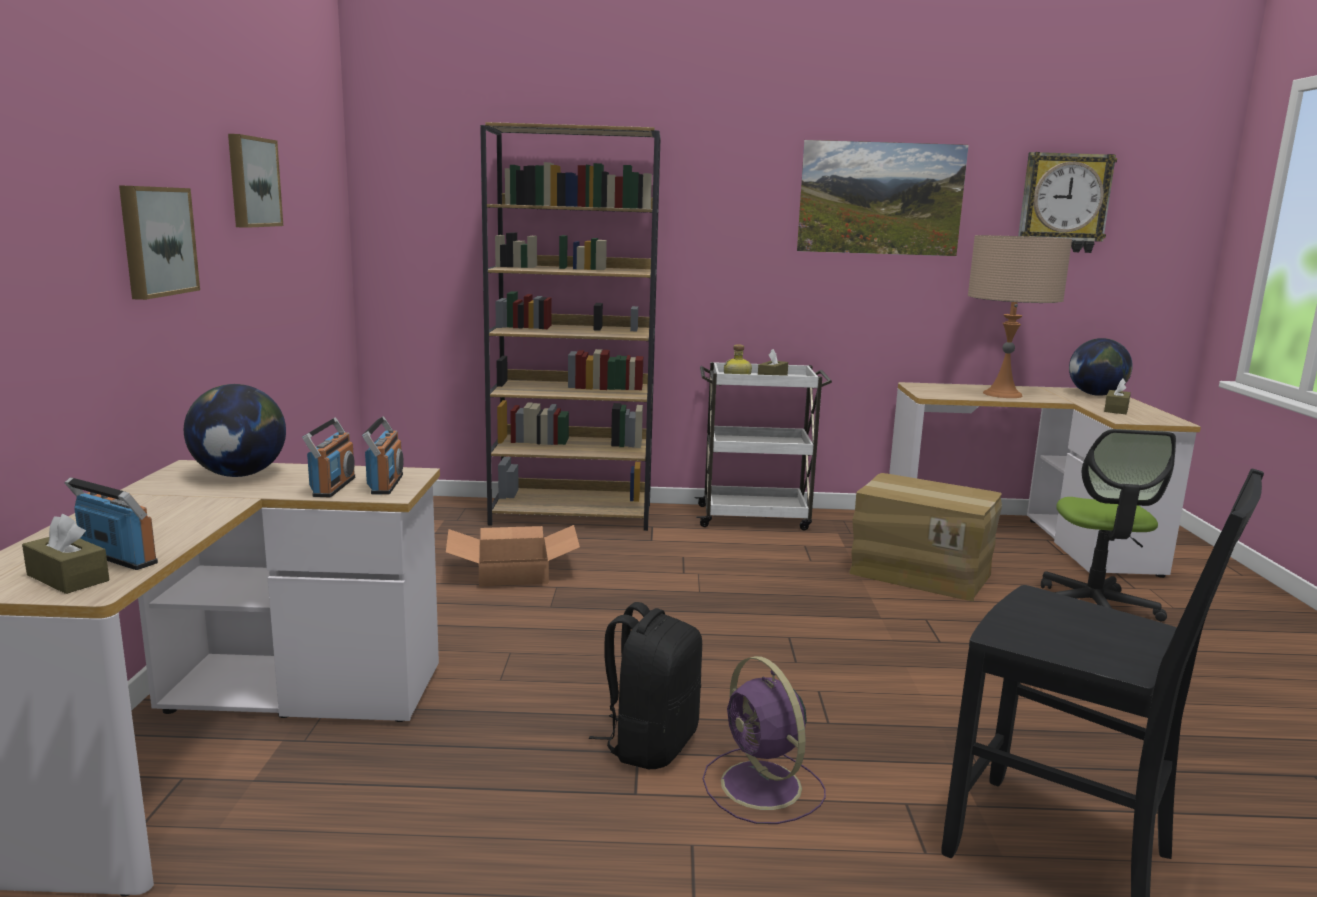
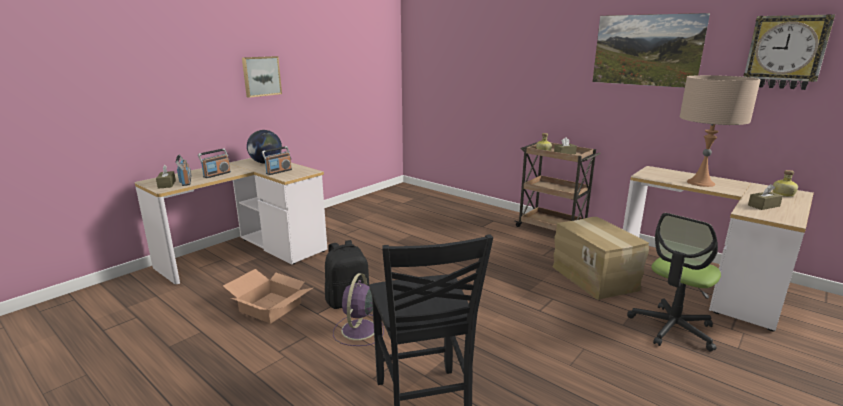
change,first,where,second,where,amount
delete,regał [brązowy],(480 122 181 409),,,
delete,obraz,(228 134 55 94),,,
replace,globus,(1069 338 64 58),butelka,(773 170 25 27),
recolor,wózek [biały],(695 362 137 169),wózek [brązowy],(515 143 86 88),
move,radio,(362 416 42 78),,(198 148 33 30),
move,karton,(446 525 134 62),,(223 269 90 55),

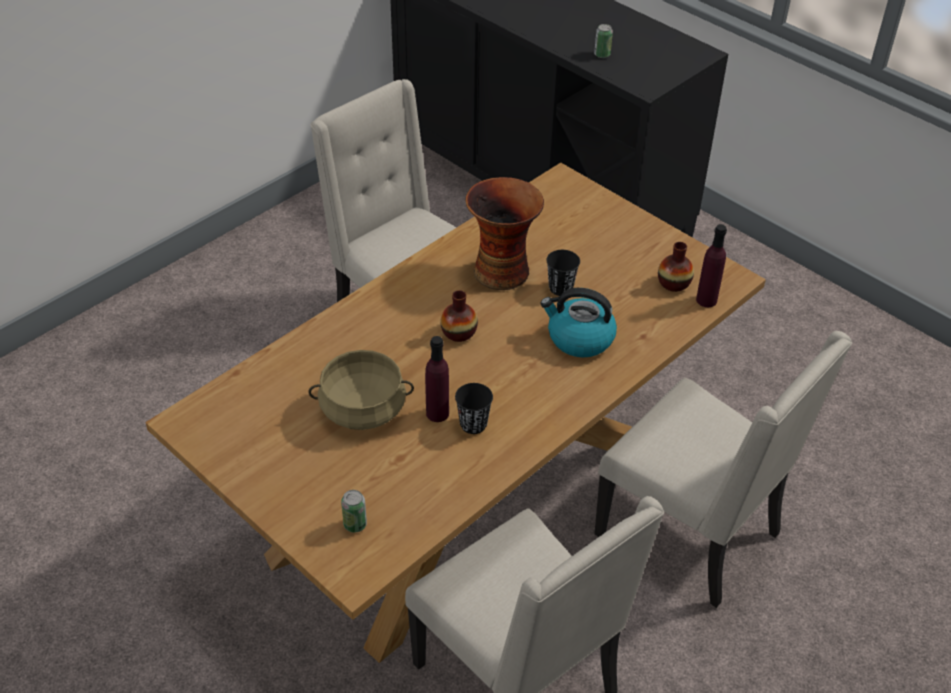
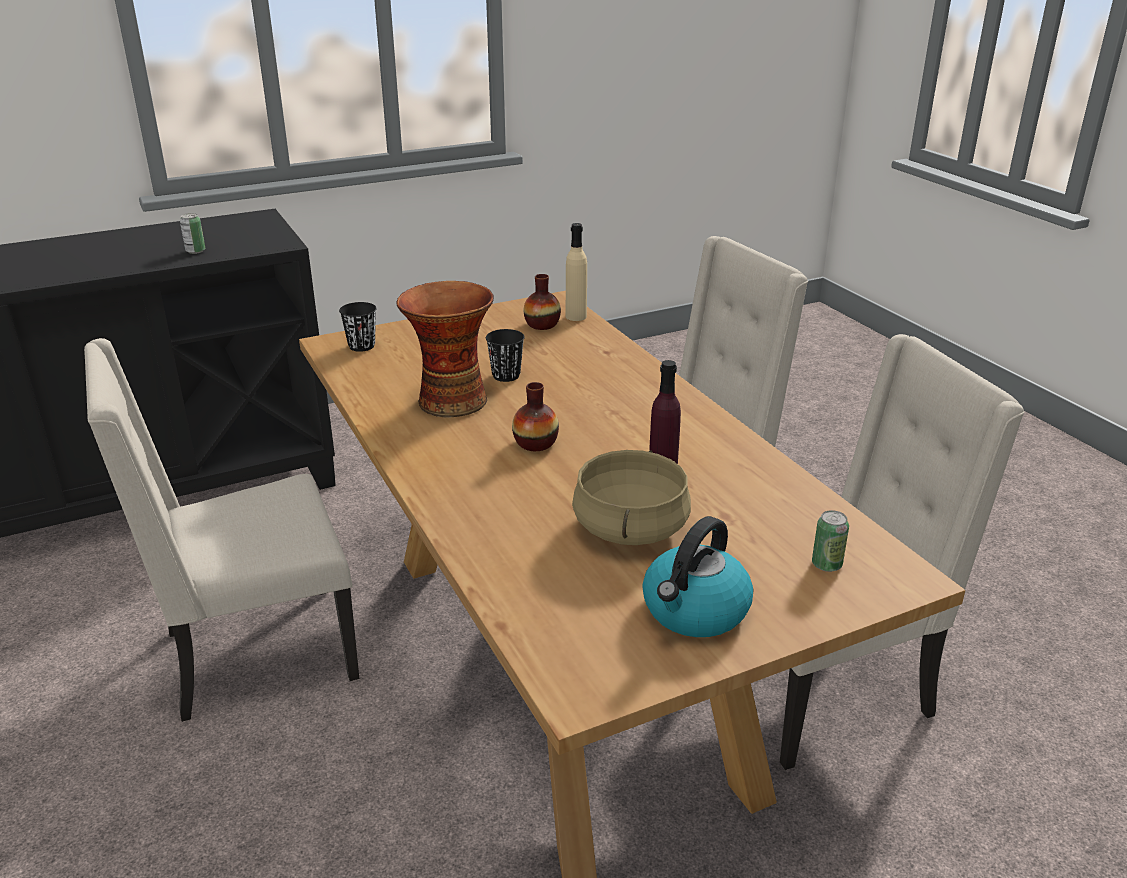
change,first,where,second,where,amount
recolor,butelka [fioletowy],(696 224 31 83),butelka [beżowy],(566 223 21 98),
move,czajnik,(540 288 77 70),,(642 516 111 121),
move,filiżanka [czarny],(455 383 38 51),,(339 302 38 50),

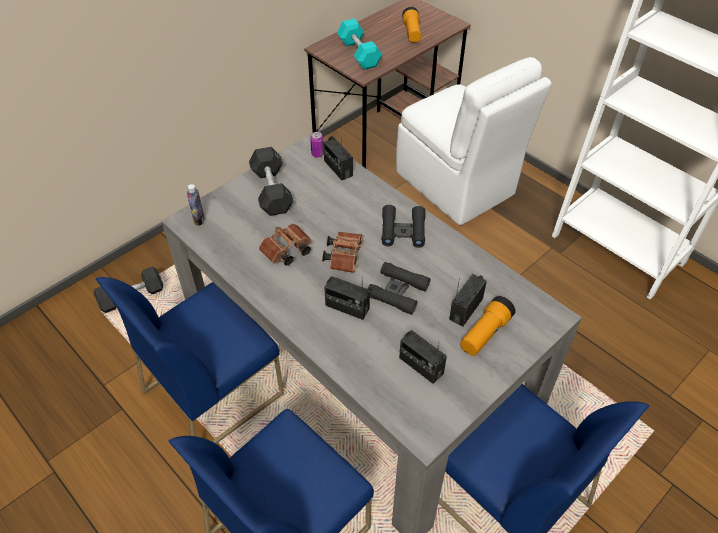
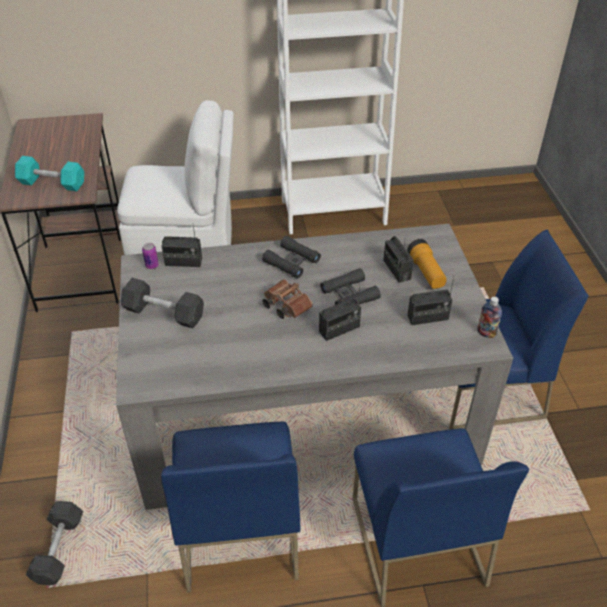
change,first,where,second,where,amount
delete,latarka,(402 7 19 35),,,
move,butelka,(187 184 18 42),,(477 297 25 41),
delete,lornetka [brązowy],(259 224 53 42),,,

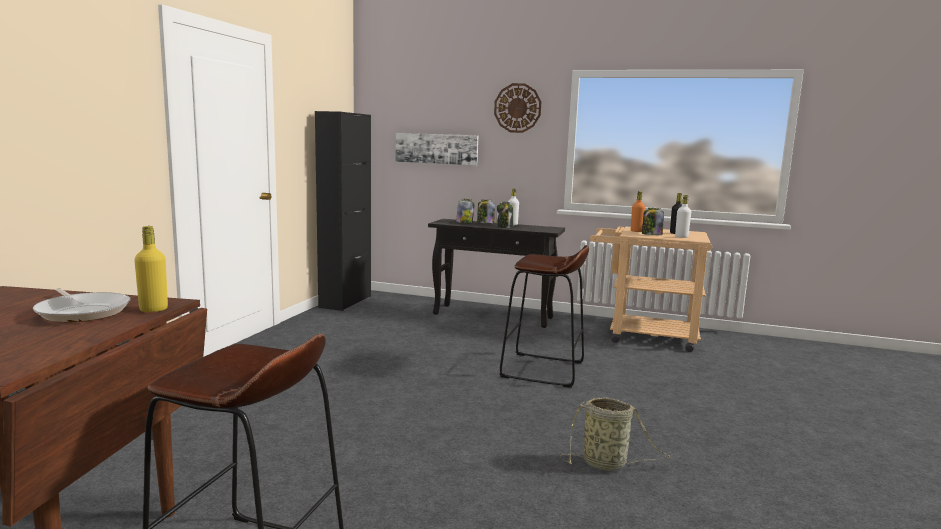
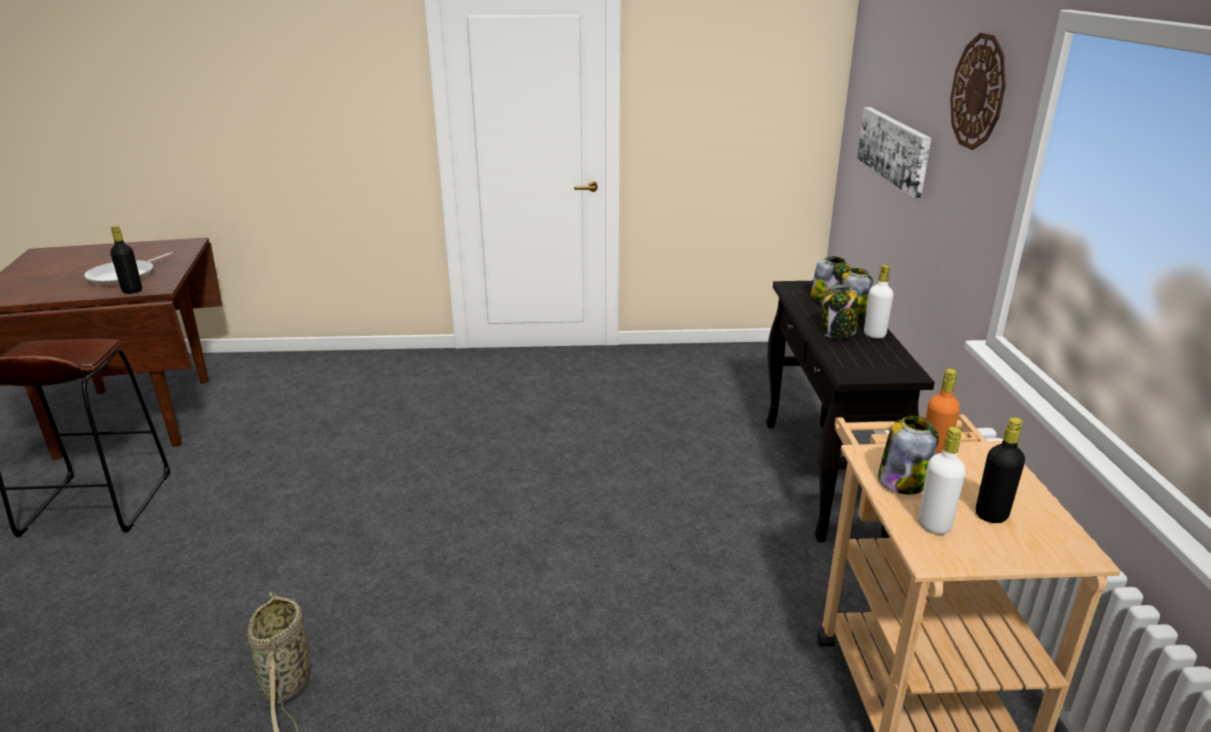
change,first,where,second,where,amount
delete,szafka [czarny],(315 111 56 200),,,
recolor,butelka [żółty],(134 226 34 86),butelka [czarny],(110 226 32 68),
delete,stołek [brązowy],(499 245 90 143),,,

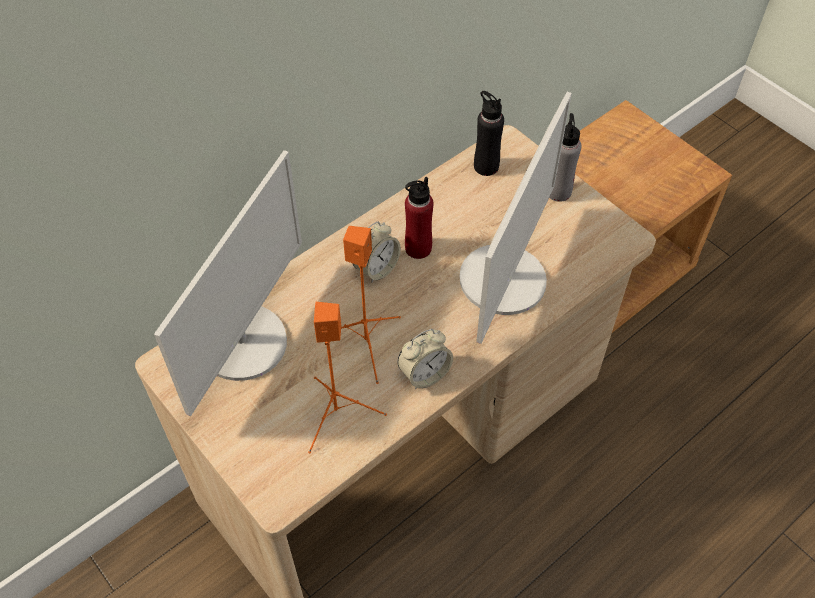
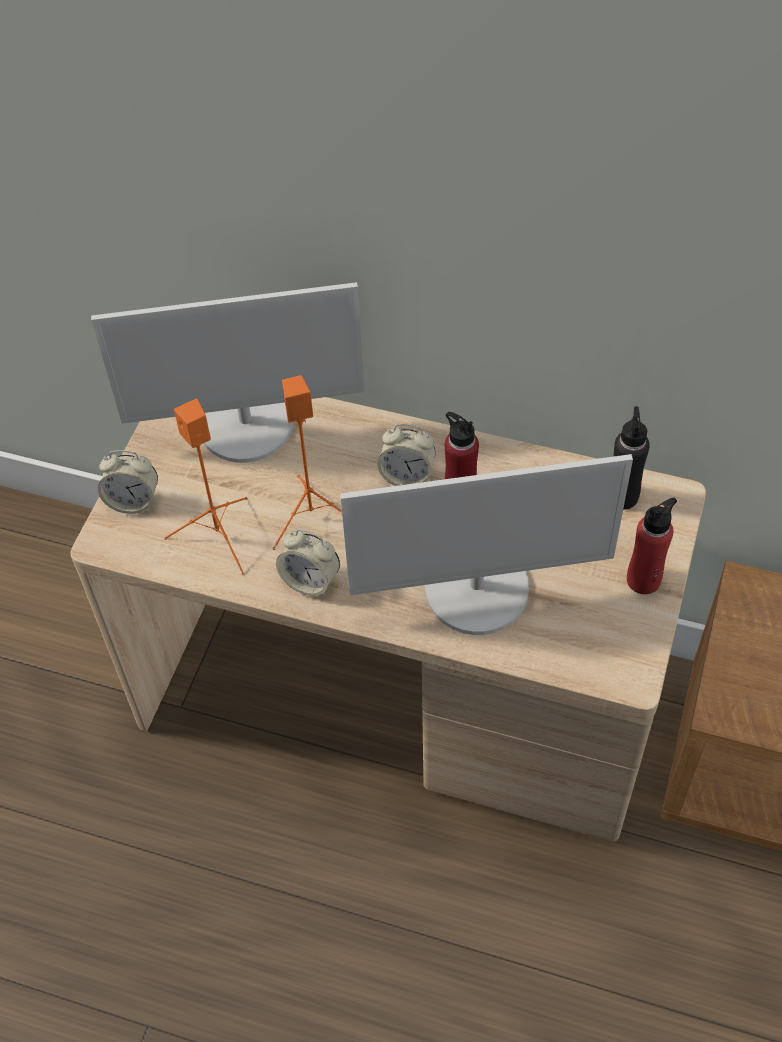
change,first,where,second,where,amount
recolor,butelka [szary],(549 113 33 89),butelka [czerwony],(627 498 50 96),
insert,,,budzik,(98 450 60 64),

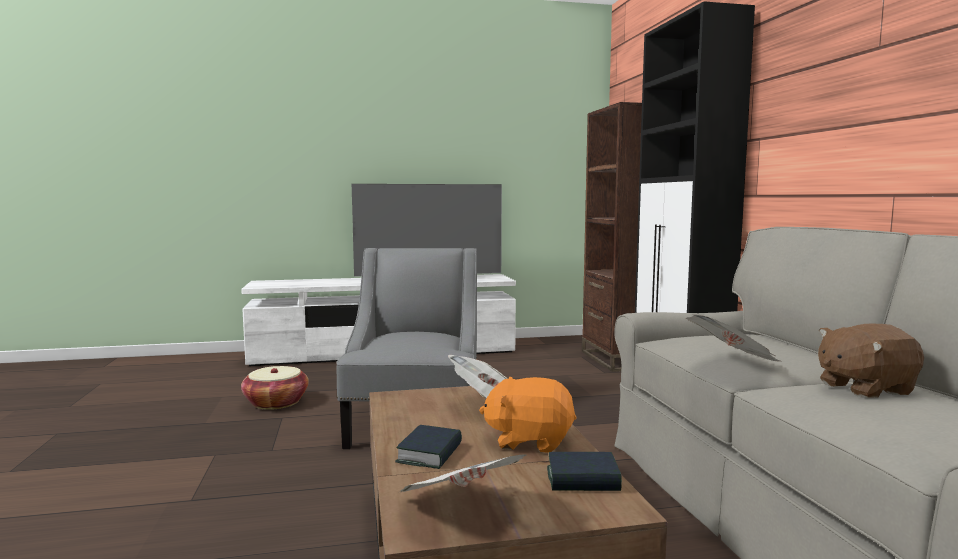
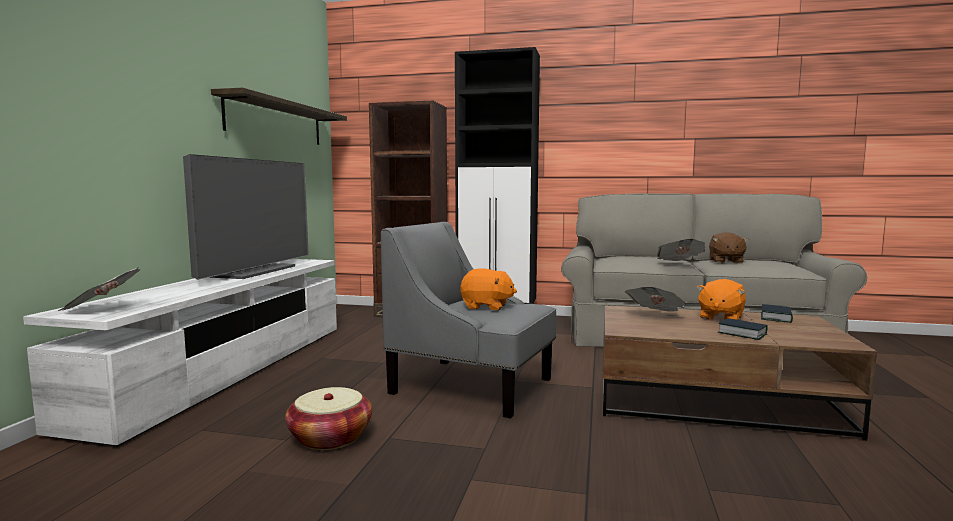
change,first,where,second,where,amount
move,gazeta,(399 454 127 38),,(58 267 83 44),
insert,,,półka,(211 88 136 57),
insert,,,pluszak [pomarańczowy],(460 269 57 41),

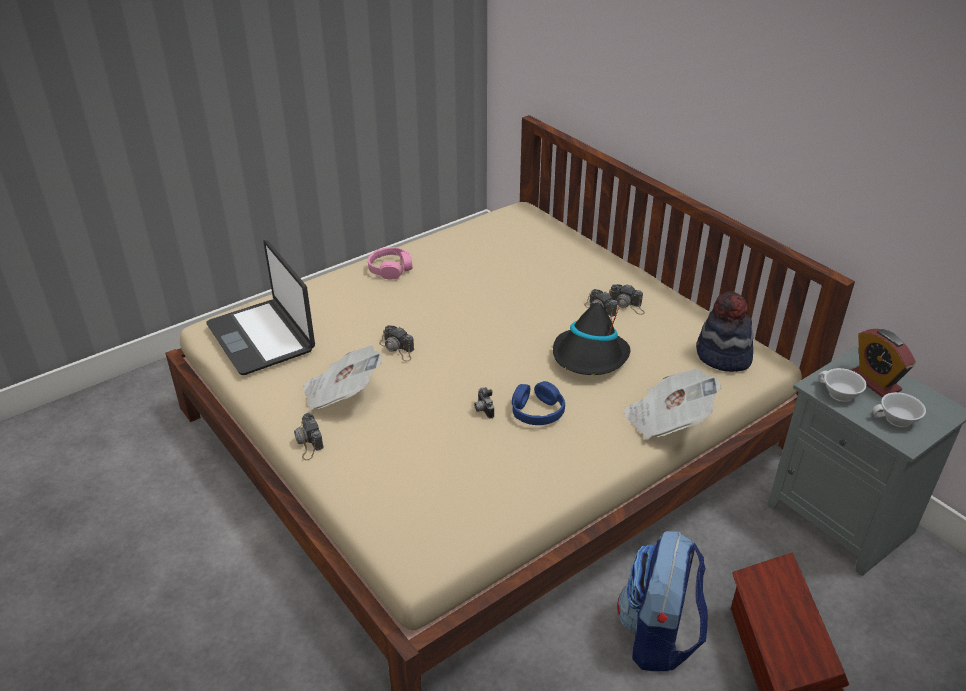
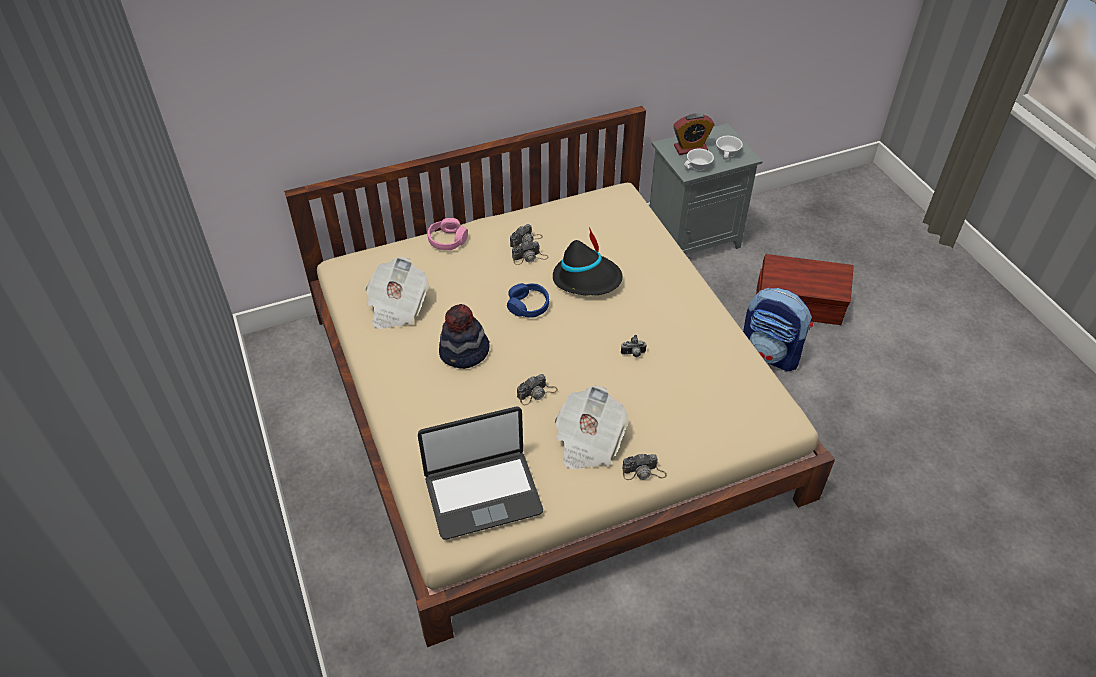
change,first,where,second,where,amount
move,słuchawki [różowy],(368 247 44 33),,(427 218 41 32),
move,kapelusz,(696 291 57 81),,(439 304 51 65),
move,gazeta,(624 369 97 71),,(366 257 63 72),
move,słuchawki [niebieski],(512 381 53 44),,(507 283 42 35),

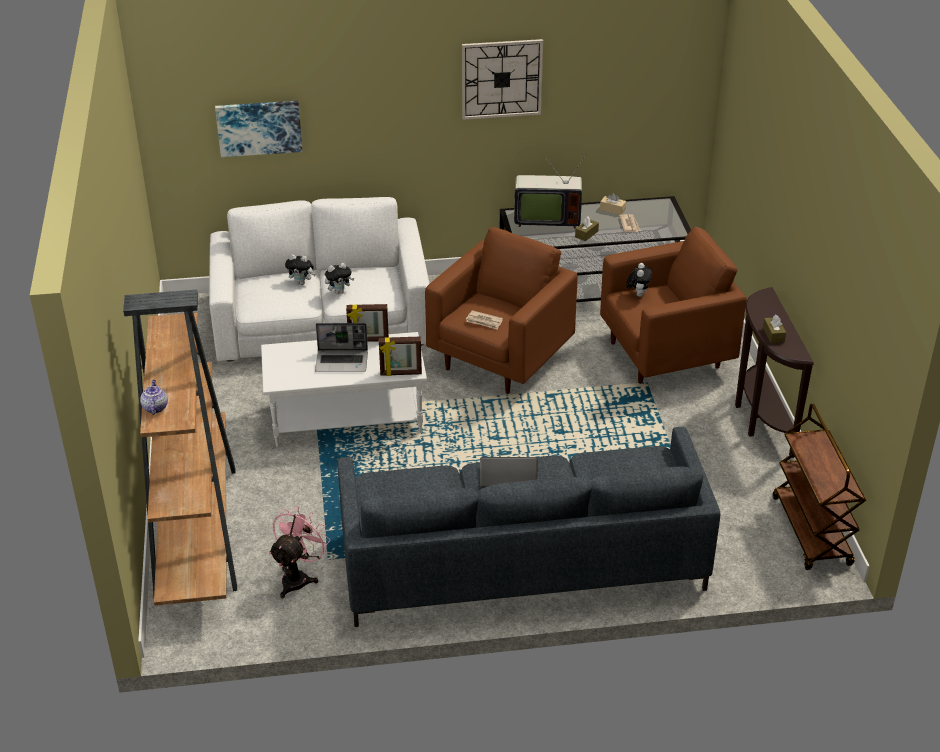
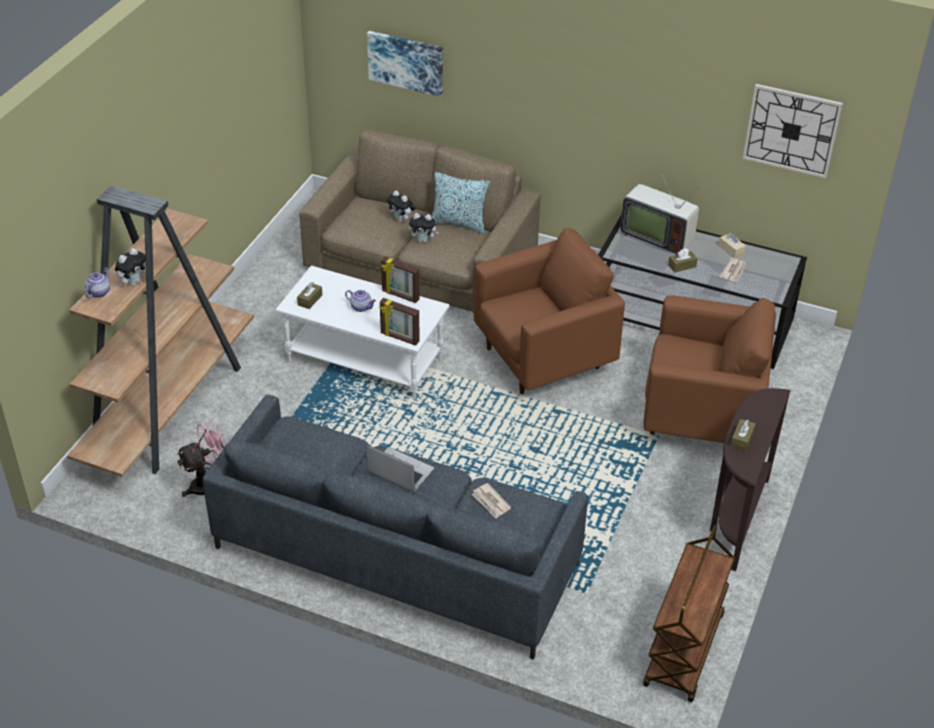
change,first,where,second,where,amount
move,zegar ścienny,(462 39 81 81),,(743 84 100 94),
recolor,kanapa [biały],(209 197 221 165),kanapa [brązowy],(299 130 242 183),
move,pluszak,(626 263 26 34),,(115 248 31 38),
move,gazeta,(466 310 37 20),,(471 483 40 35),
replace,laptop,(315 323 53 49),imbryk,(345 290 31 22),
insert,,,poduszka,(431 172 59 61),
insert,,,pudełko chusteczek [brązowy],(297 282 26 27),

